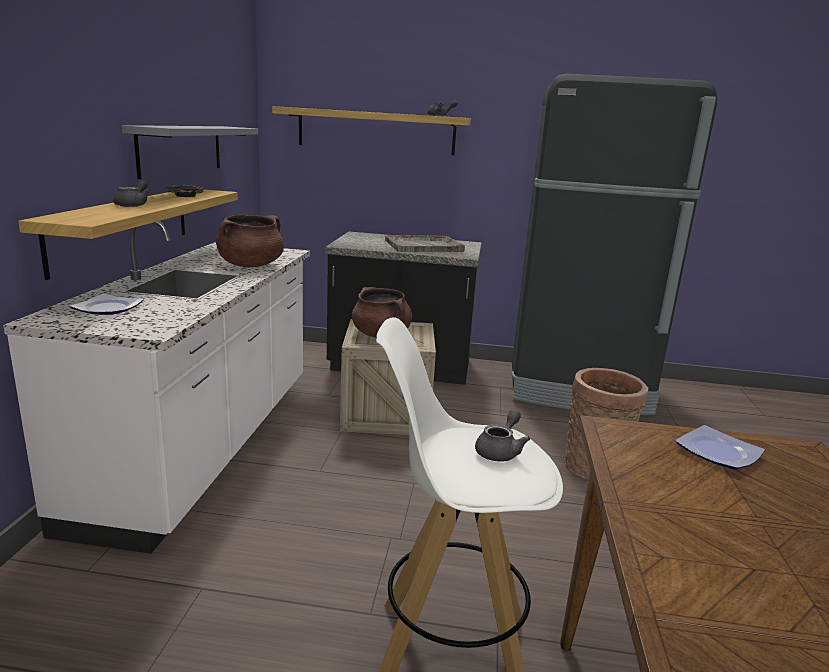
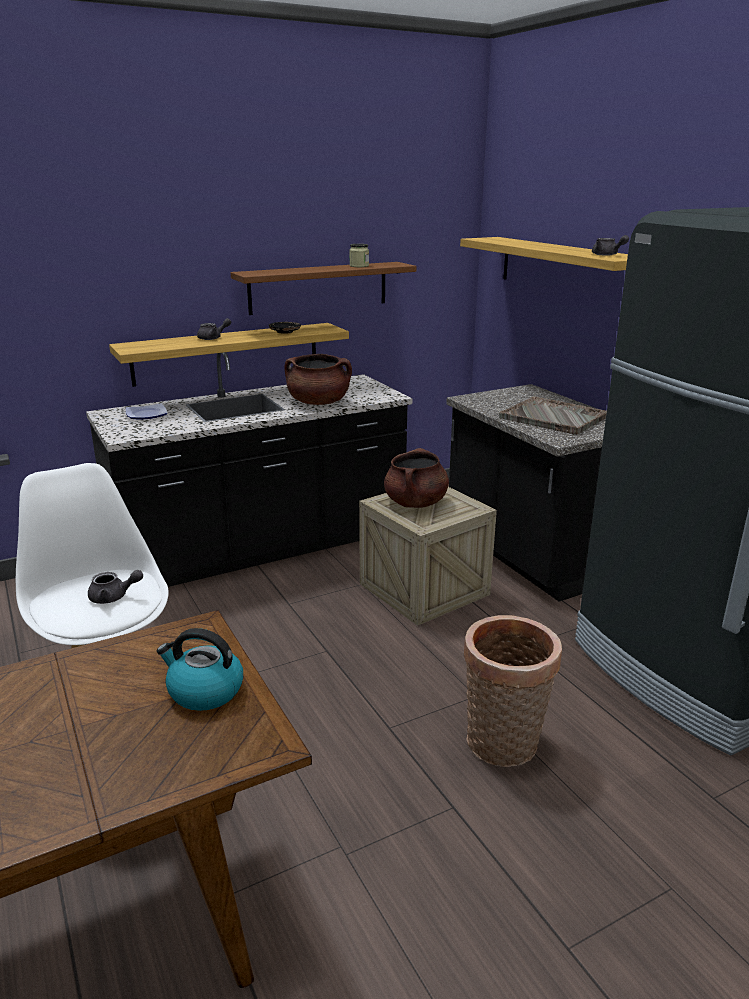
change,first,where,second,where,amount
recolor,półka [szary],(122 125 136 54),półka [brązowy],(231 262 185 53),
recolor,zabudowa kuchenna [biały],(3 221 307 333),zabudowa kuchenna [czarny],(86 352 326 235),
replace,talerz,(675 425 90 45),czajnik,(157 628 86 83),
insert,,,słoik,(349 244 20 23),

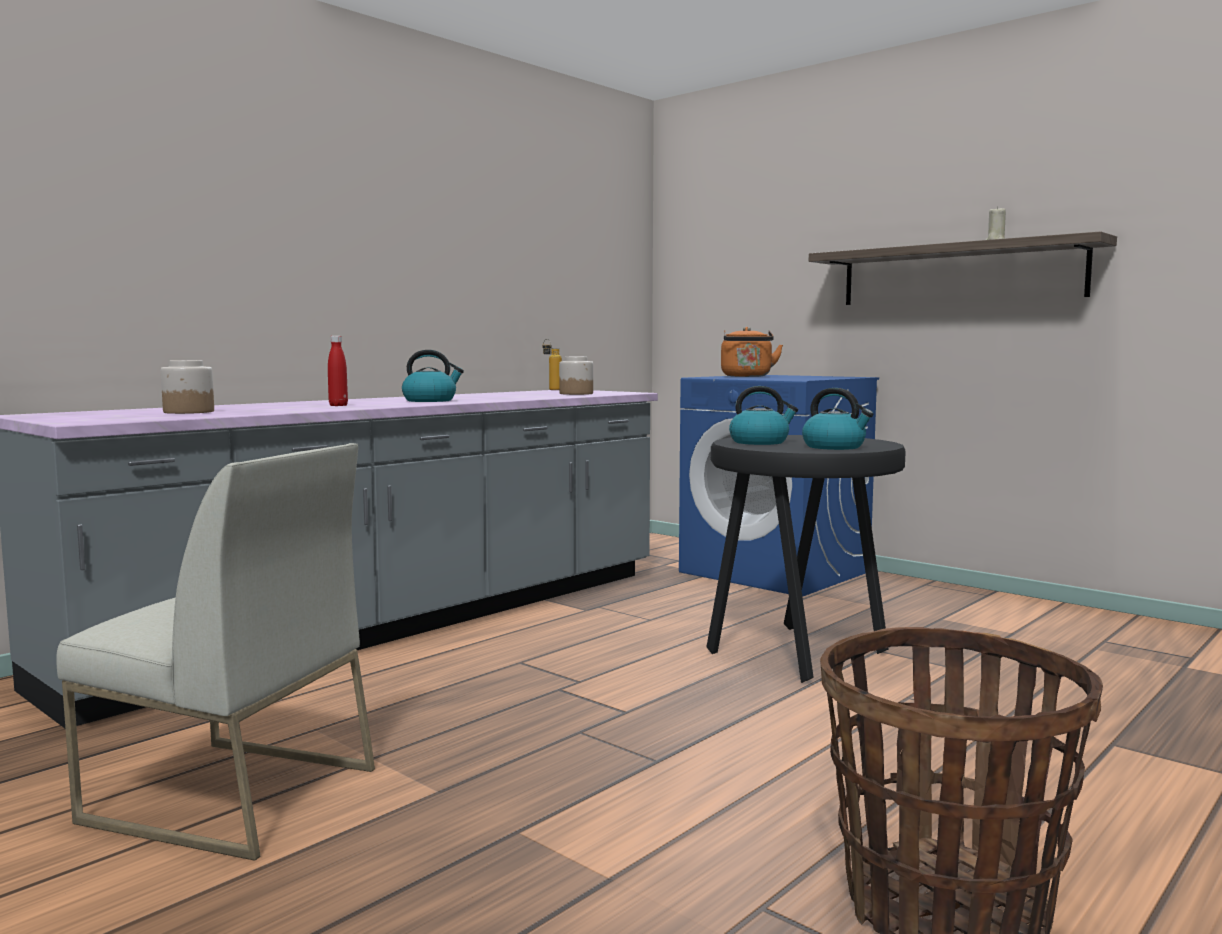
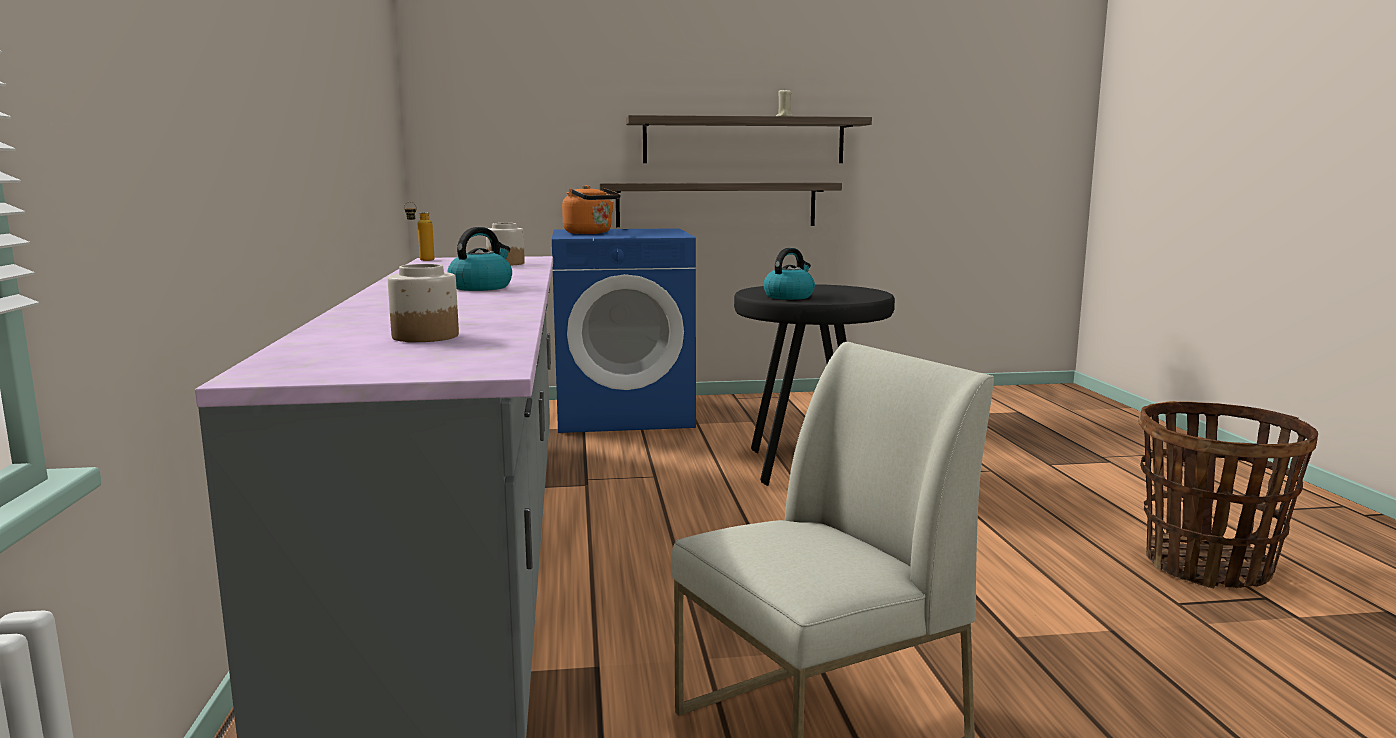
change,first,where,second,where,amount
delete,butelka [czerwony],(328 336 20 70),,,
delete,czajnik,(802 388 71 62),,,
insert,,,półka,(599 182 243 45),

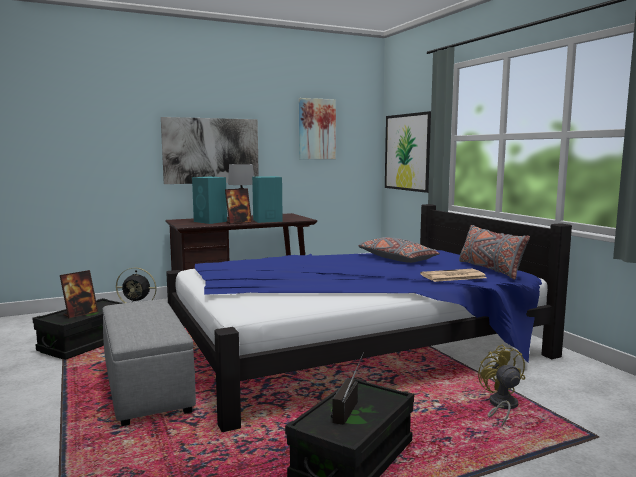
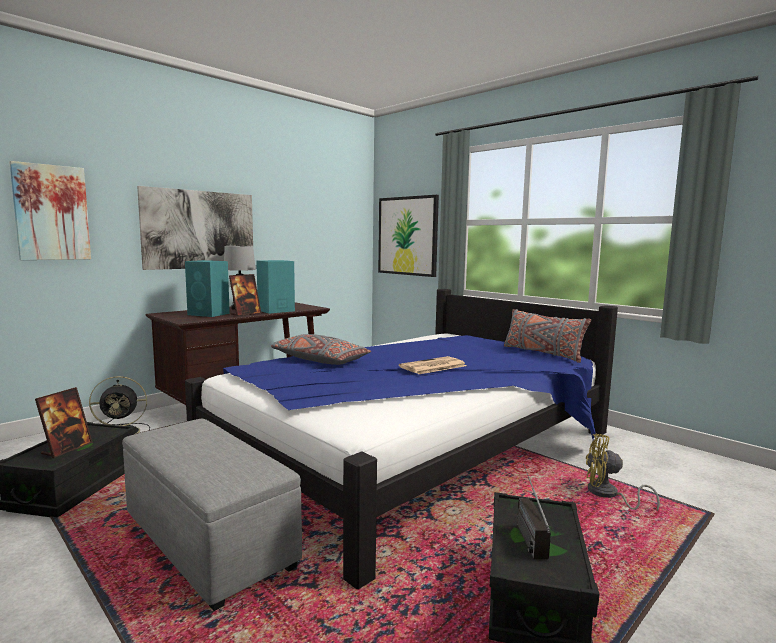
change,first,where,second,where,amount
move,obraz,(299 98 37 61),,(9 161 82 99),
move,poduszka [szary],(358 237 82 26),,(271 334 100 31),
move,gazeta,(420 269 66 13),,(399 356 67 18),
rotate,wentylator [żółty],(478 344 47 83),,(586 434 74 77),45 degrees counterclockwise

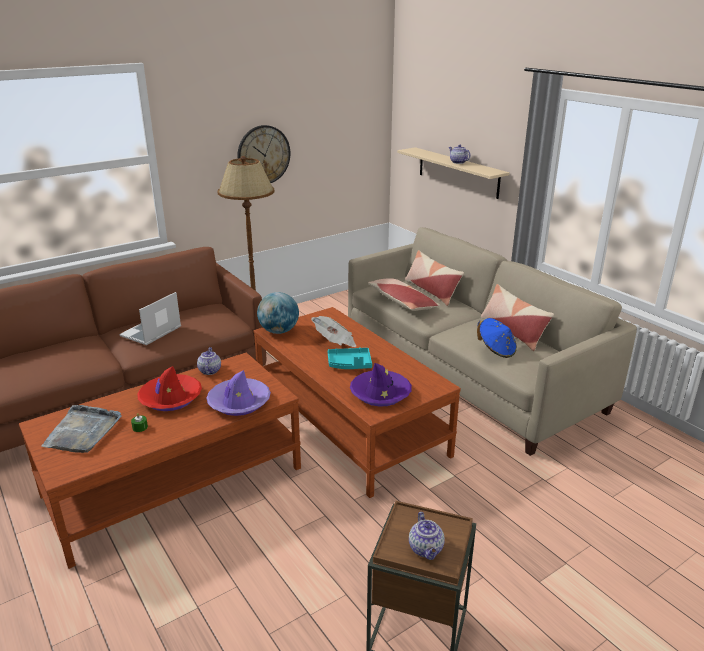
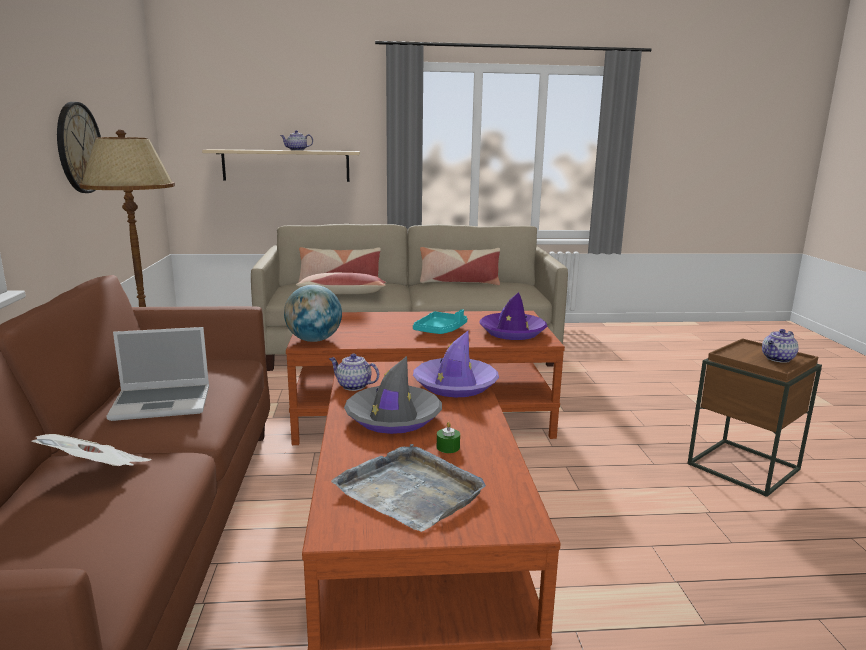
change,first,where,second,where,amount
rotate,laptop,(119 292 62 53),,(106 327 103 94),75 degrees counterclockwise
move,gazeta,(311 316 46 31),,(31 434 121 32),
delete,kapelusz [niebieski],(477 318 40 40),,,
recolor,kapelusz [czerwony],(137 366 65 45),kapelusz [szary],(344 356 98 78),
rotate,imbryk,(409 512 36 48),,(762 329 36 34),120 degrees clockwise

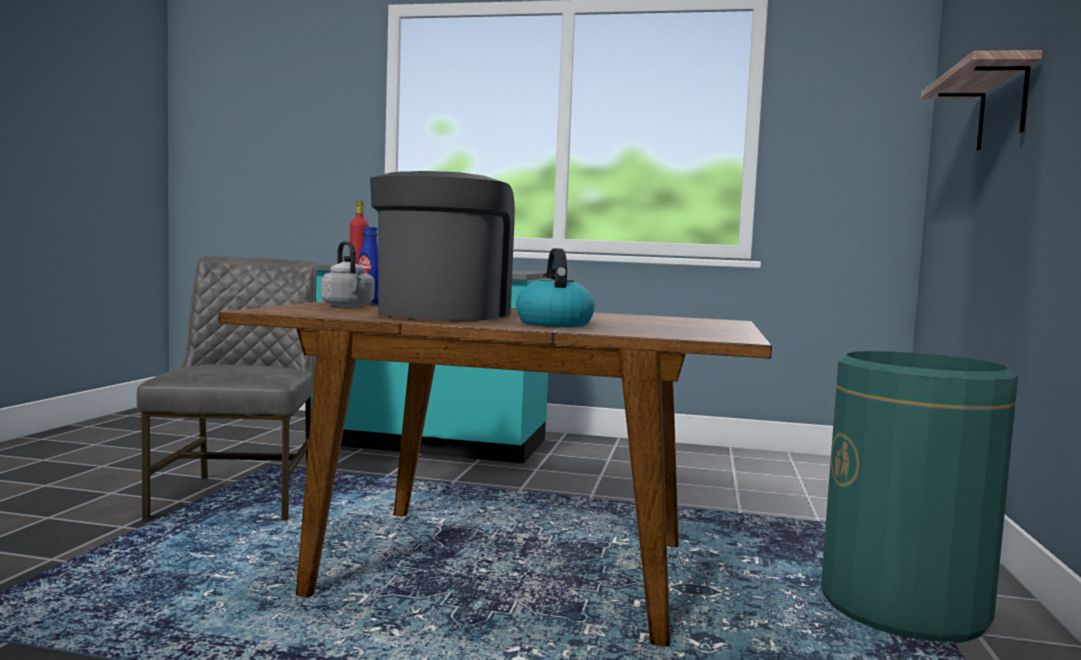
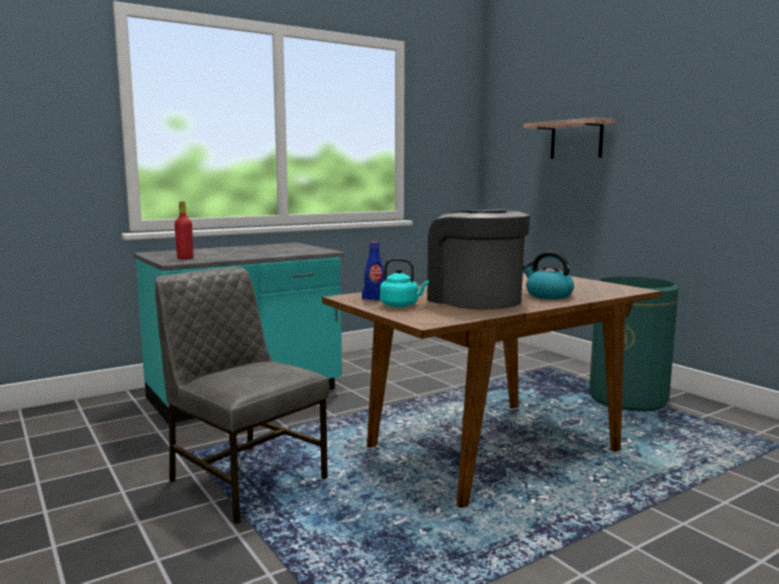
change,first,where,second,where,amount
recolor,czajnik [szary],(321 241 54 66),czajnik [turkusowy],(380 258 49 49),

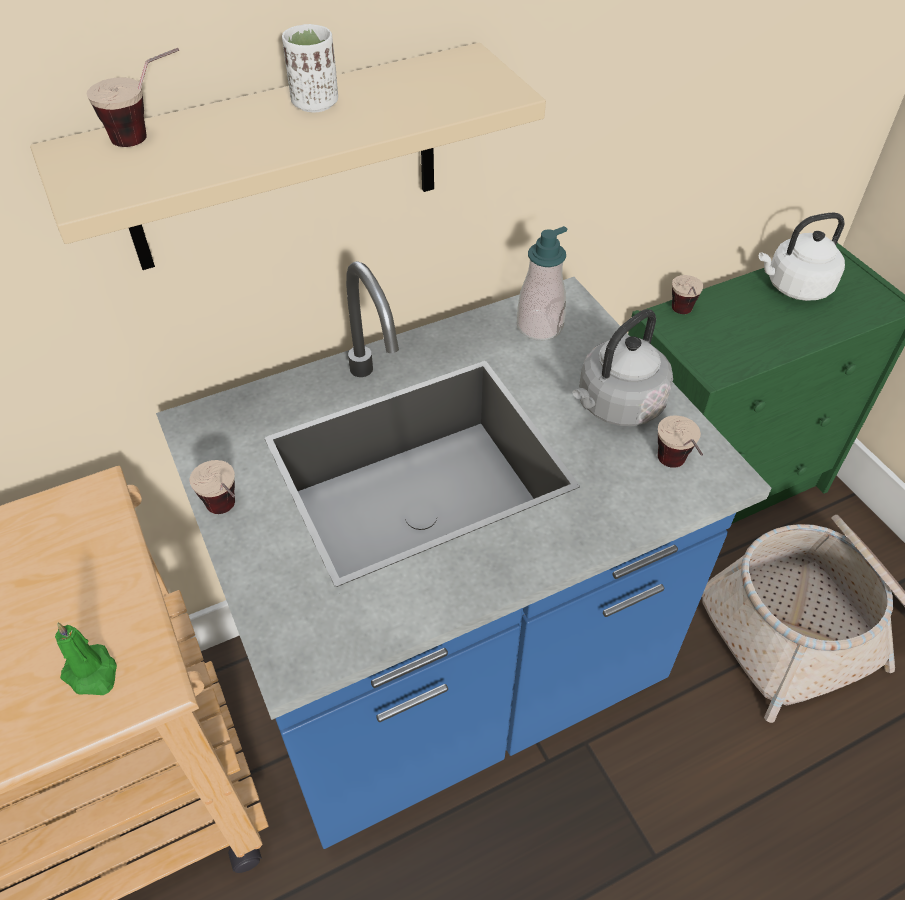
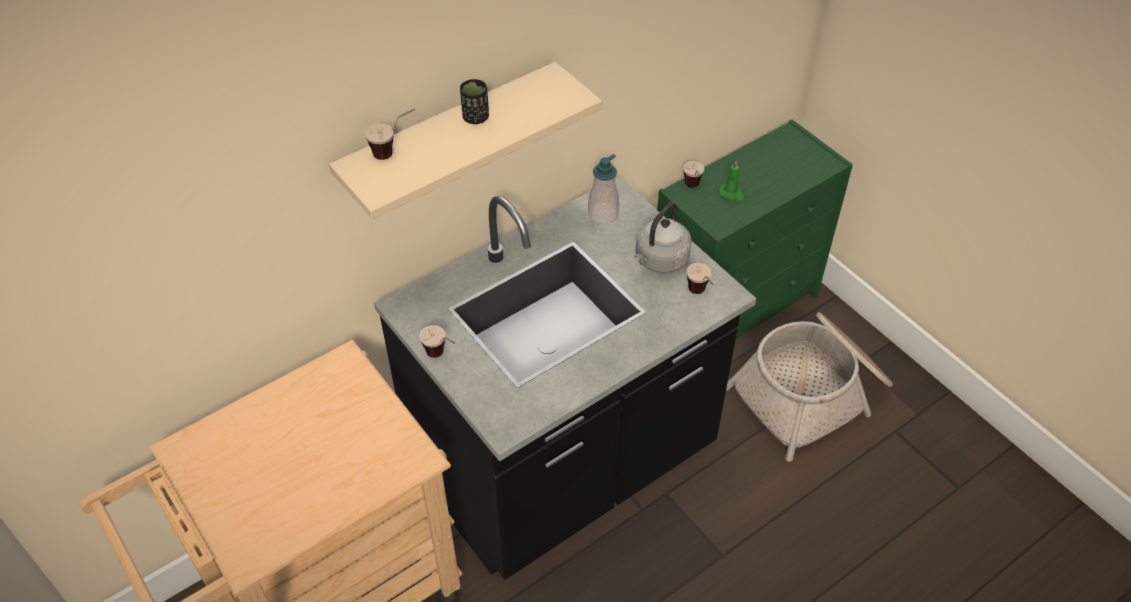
change,first,where,second,where,amount
recolor,filiżanka [biały],(281 24 57 88),filiżanka [czarny],(460 79 29 45),
delete,czajnik [biały],(759 213 86 88),,,
recolor,zabudowa kuchenna [niebieski],(156 261 616 588),zabudowa kuchenna [czarny],(374 176 382 404),
move,świeca [zielony],(55 622 62 73),,(719 160 26 41),

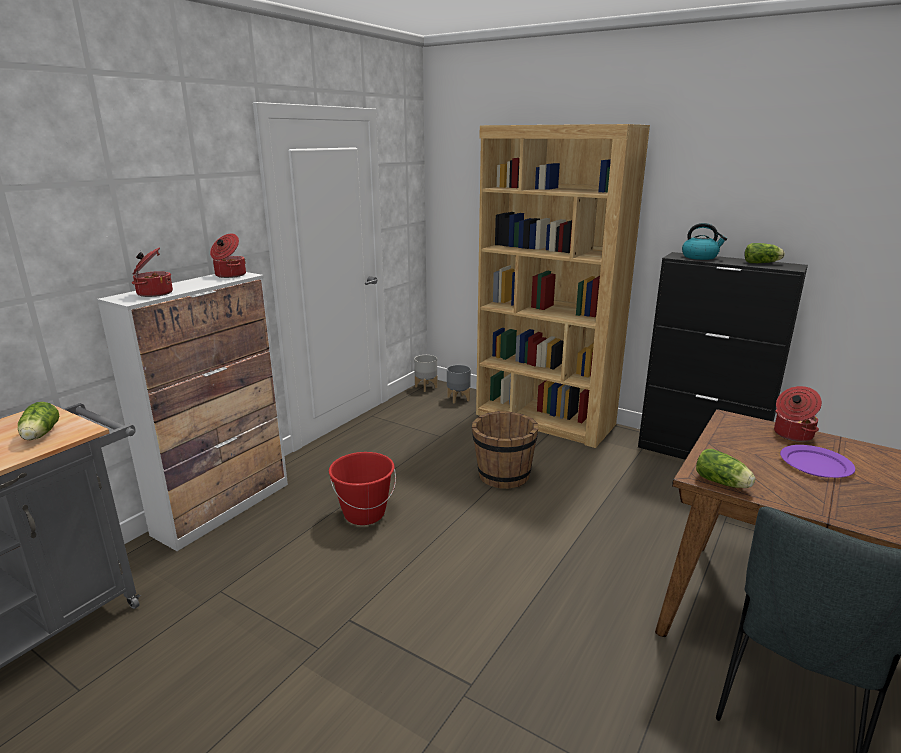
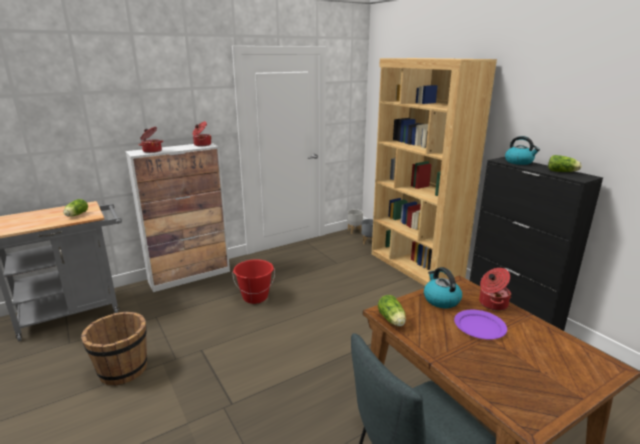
change,first,where,second,where,amount
move,wiadro [brązowy],(472 411 66 78),,(81 312 66 74),
insert,,,czajnik,(424 267 38 41),

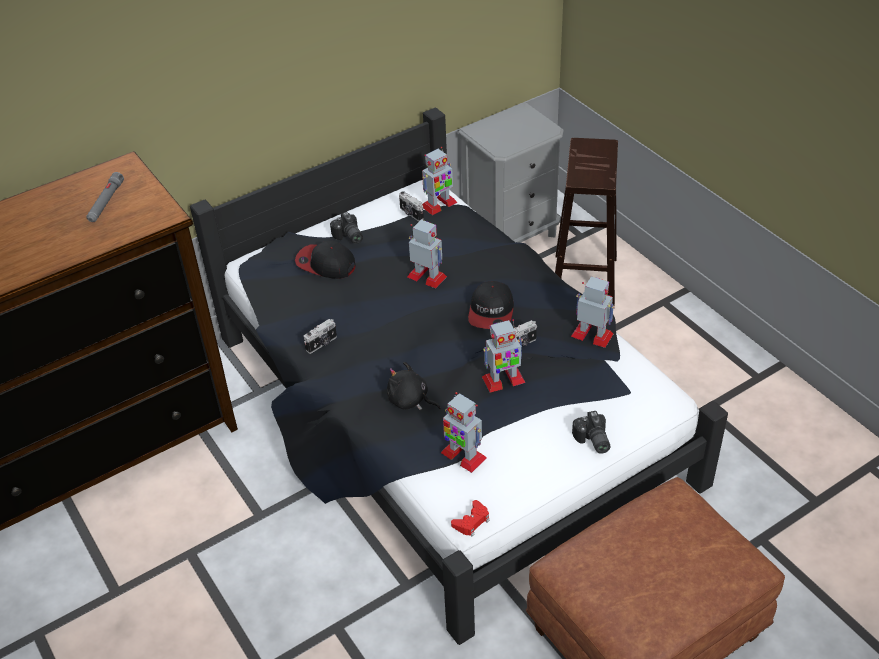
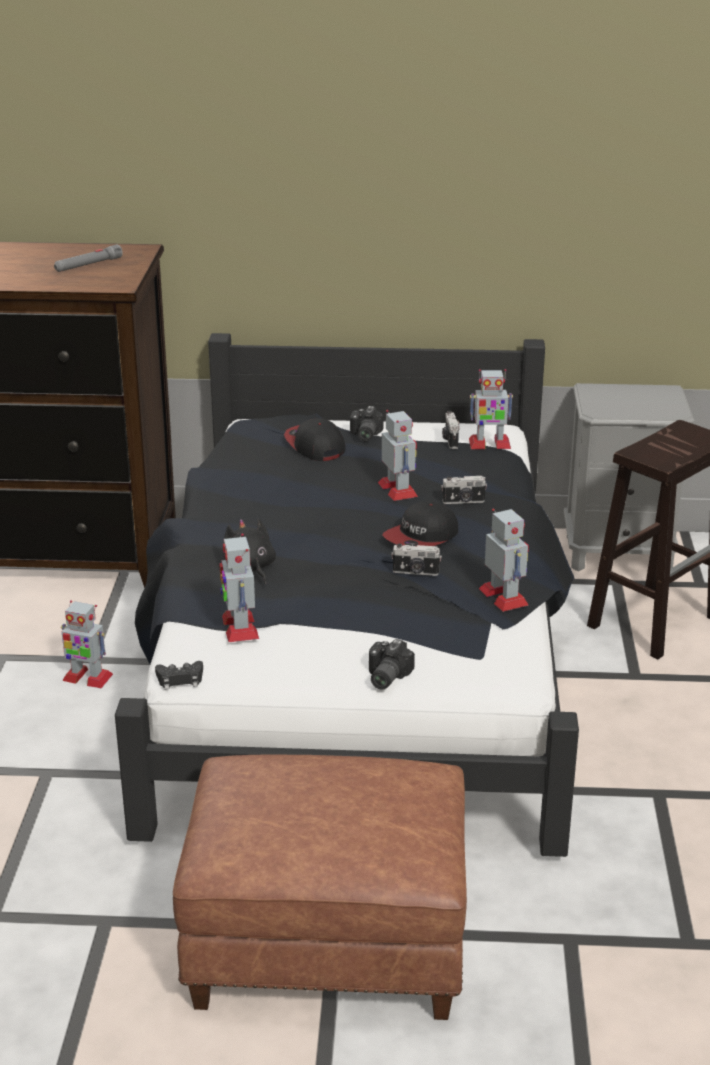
change,first,where,second,where,amount
move,aparat fotograficzny,(304 319 33 35),,(441 476 46 28),
move,robot zabawkowy,(482 319 44 74),,(61 600 52 88),
recolor,pad do gier [czerwony],(451 500 38 36),pad do gier [czarny],(155 661 48 28),

